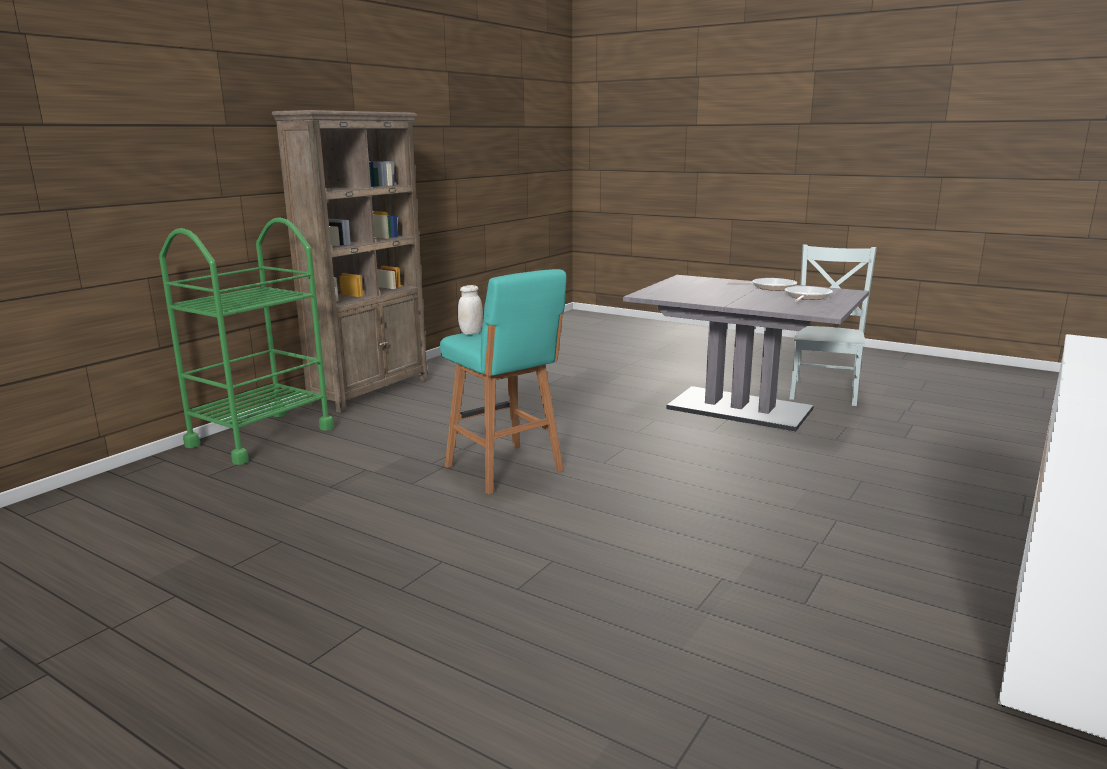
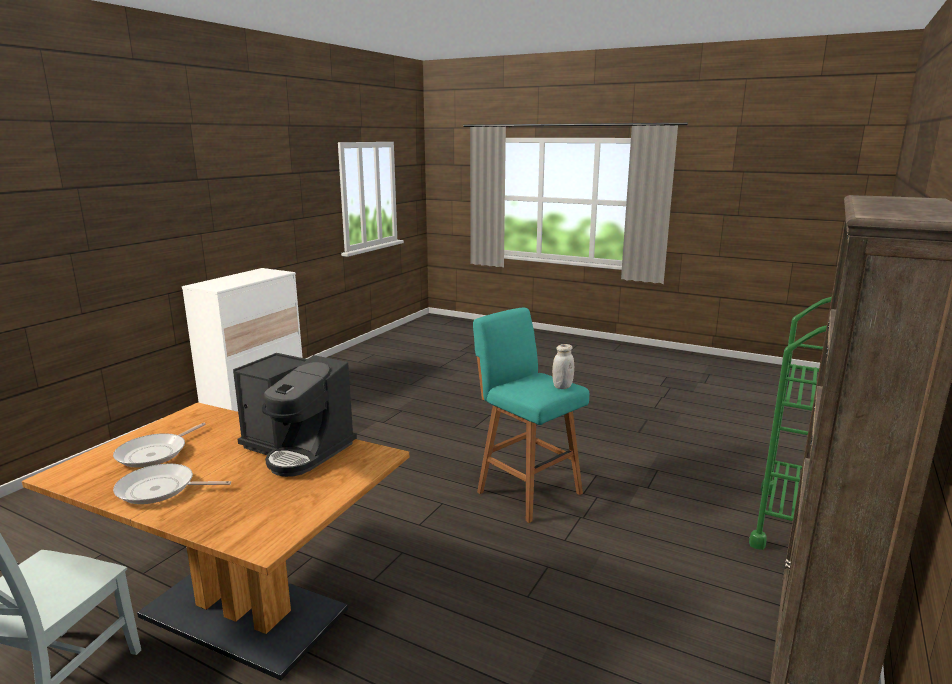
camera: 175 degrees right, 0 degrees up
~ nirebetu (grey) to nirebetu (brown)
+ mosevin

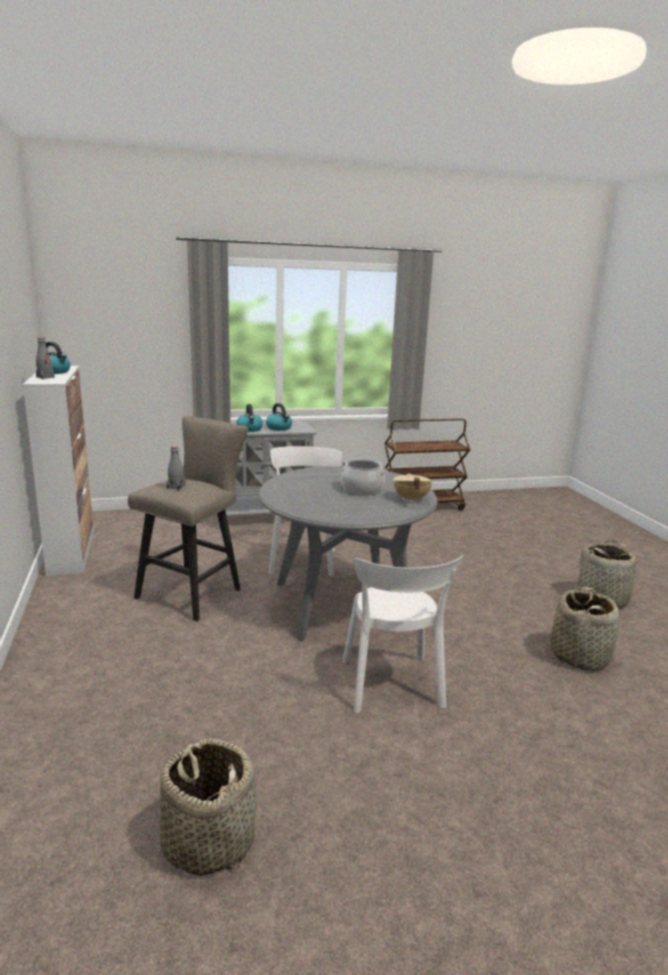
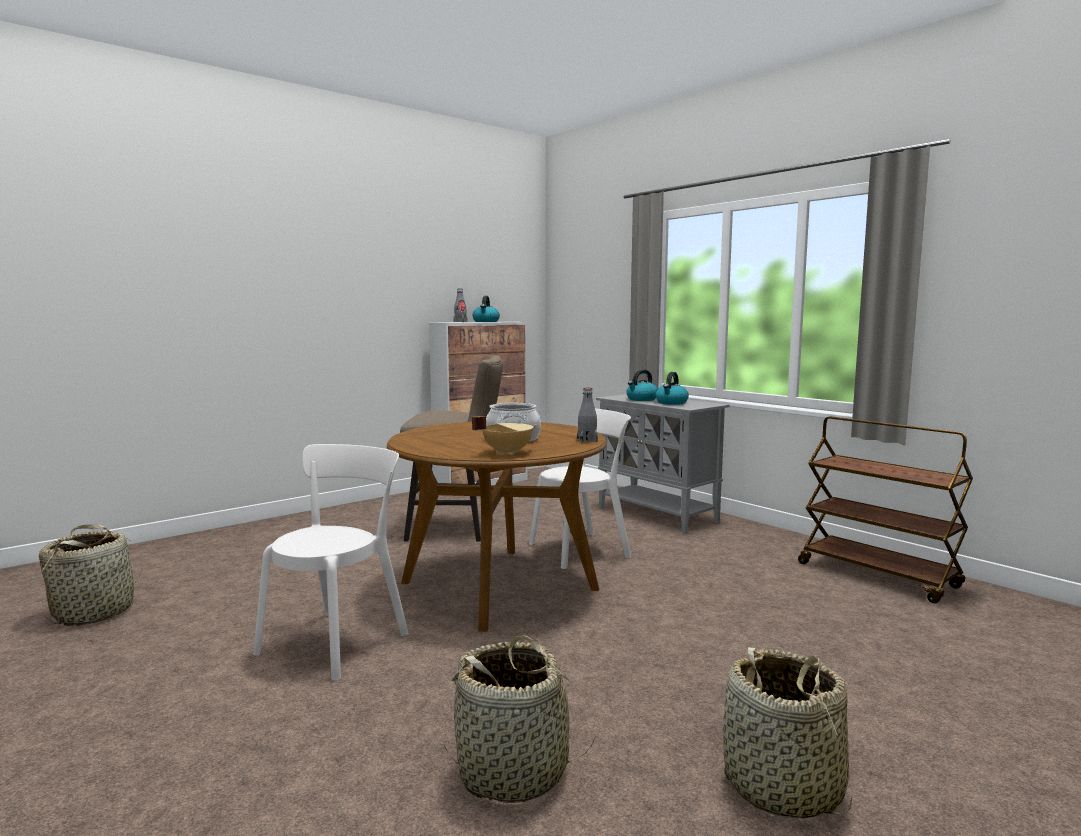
camera: 65 degrees right, 10 degrees down
~ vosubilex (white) (2nd from left in the first image) 150 degrees clockwise
~ nirebetu (grey) to nirebetu (brown)
~ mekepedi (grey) (2nd from left)

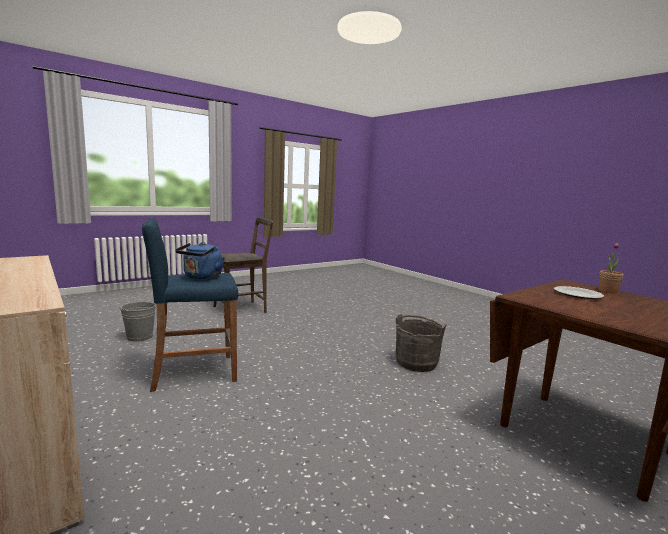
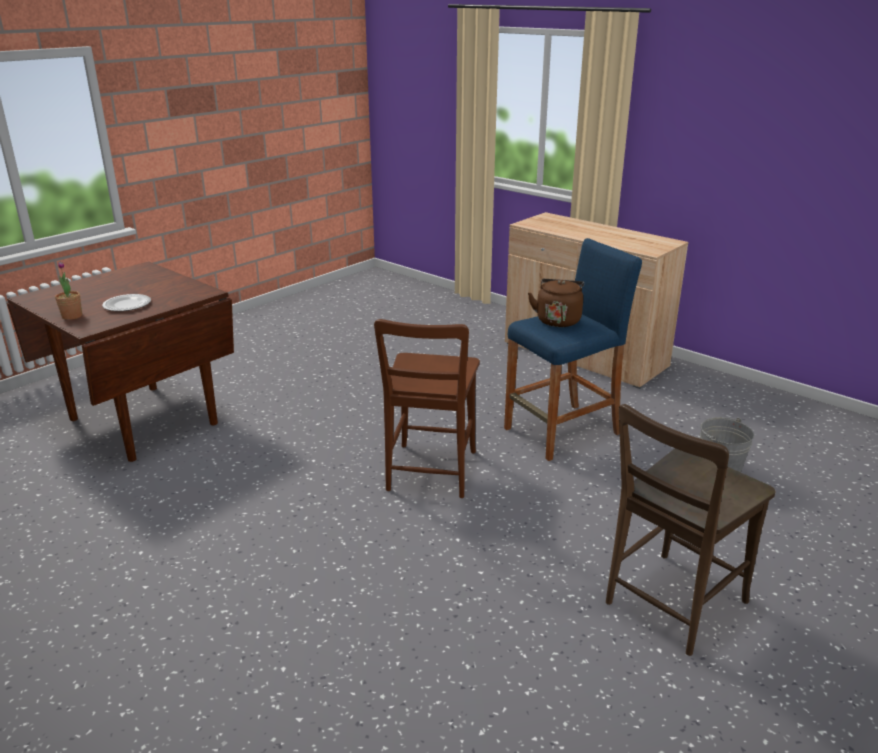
camera: 170 degrees right, 15 degrees up
+ vosubilex (brown) (1st from left)
~ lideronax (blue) to lideronax (brown)
- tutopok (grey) (2nd from left)

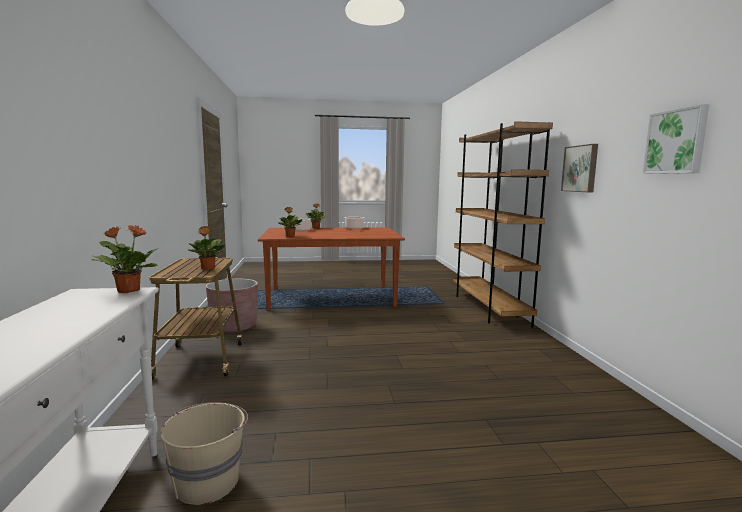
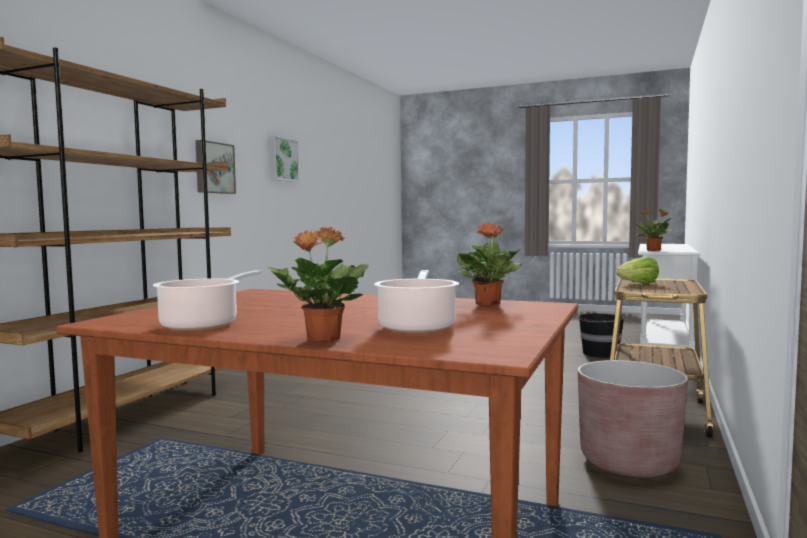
camera: 150 degrees left, 5 degrees down
~ tutopok (beige) to tutopok (black)
~ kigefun (2nd from left) to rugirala

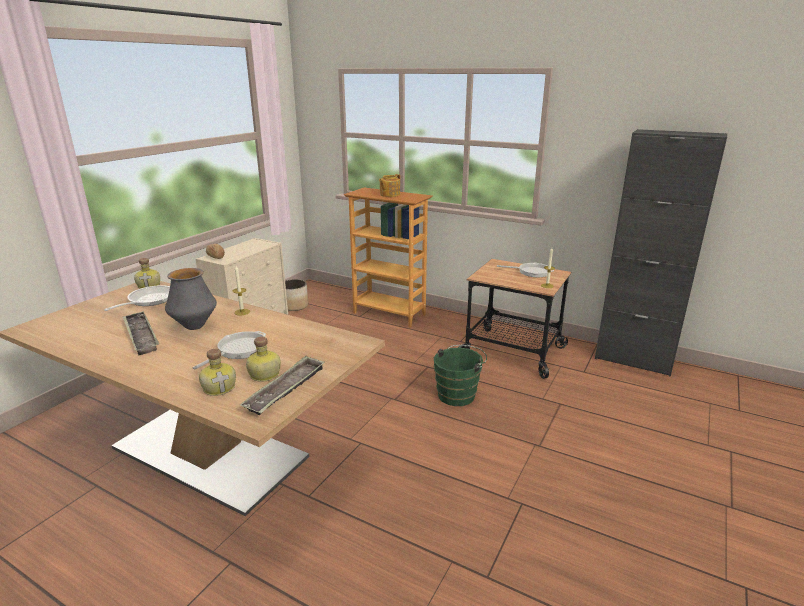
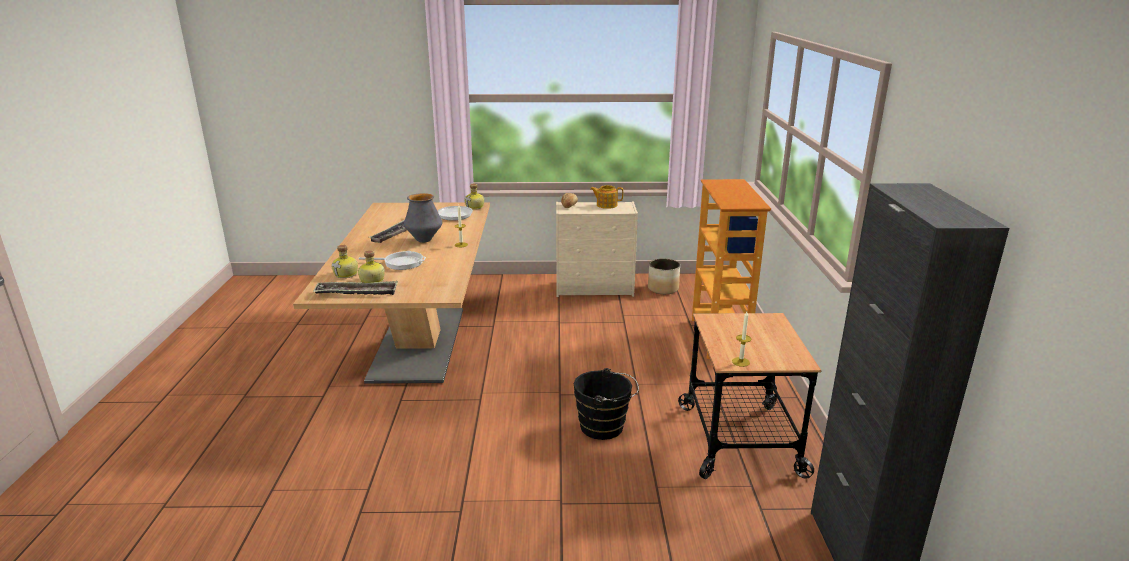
camera: 60 degrees right, 0 degrees up
~ tutopok (green) to tutopok (black)
~ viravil
- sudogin (3rd from left)

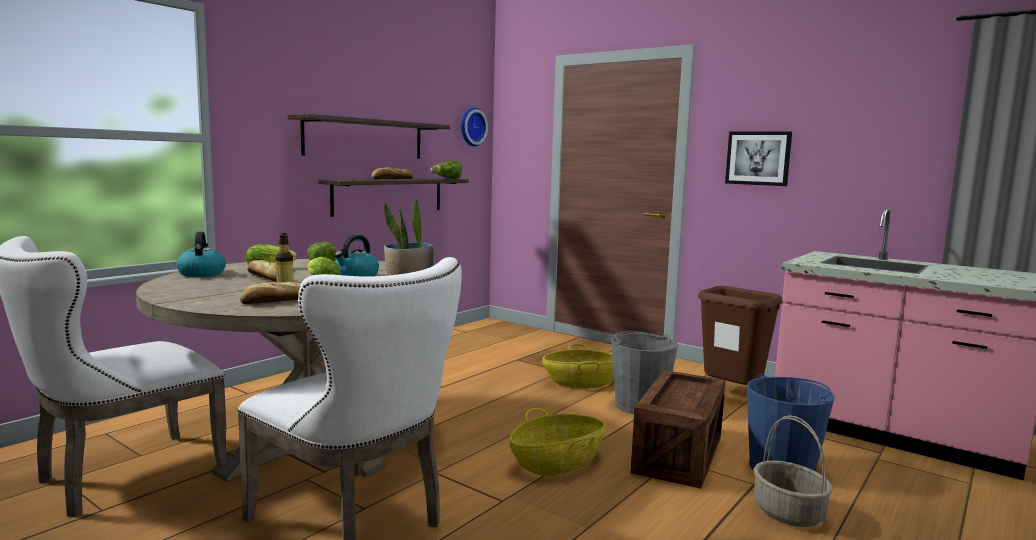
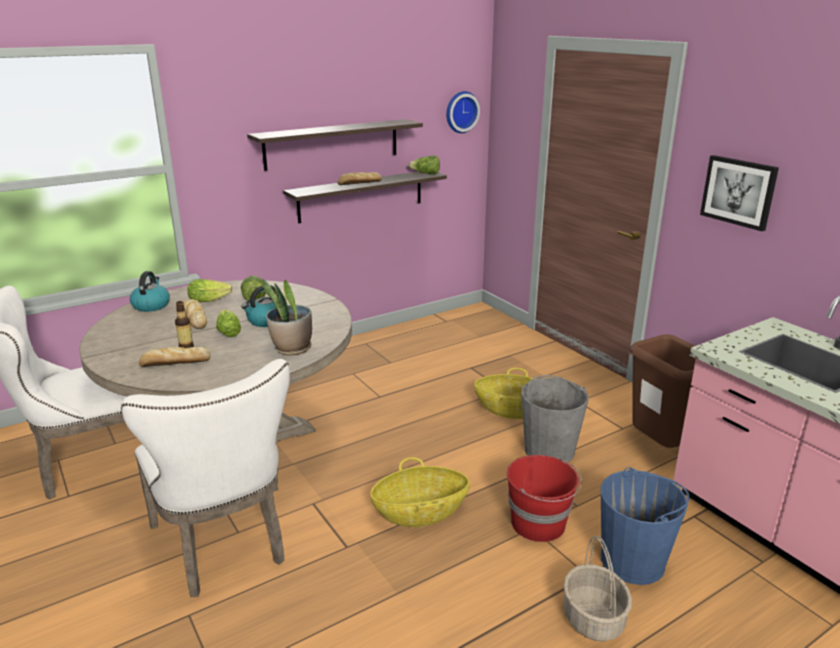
camera: 20 degrees right, 15 degrees up
~ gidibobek to tutopok (red)

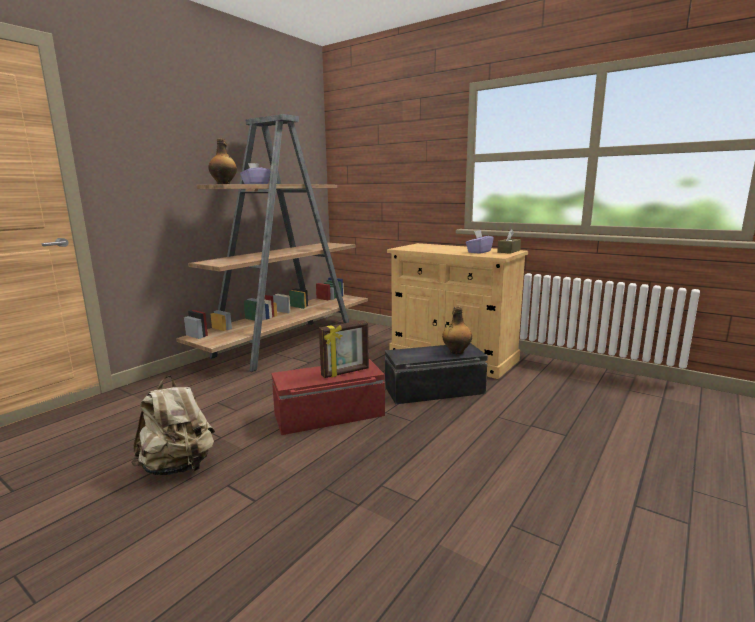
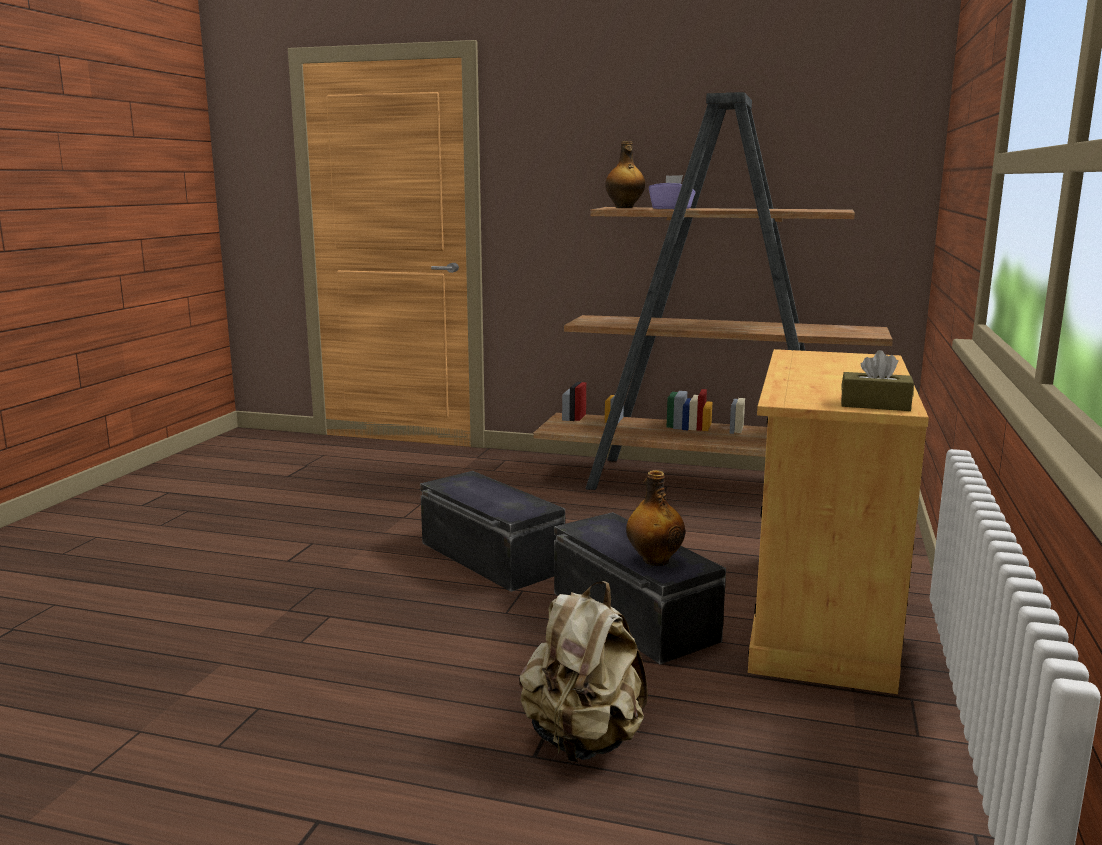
camera: 70 degrees right, 0 degrees up
~ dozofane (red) to dozofane (black) (1st from left)
~ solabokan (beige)
- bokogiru
- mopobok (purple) (2nd from left)

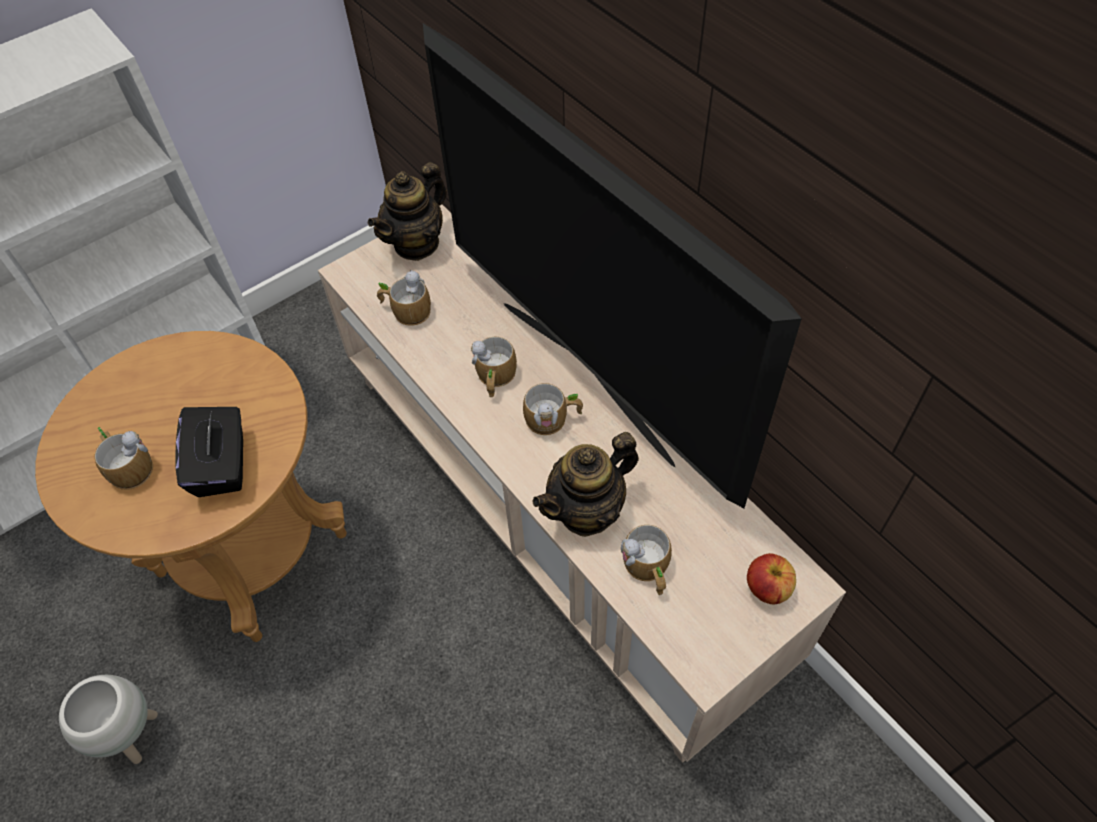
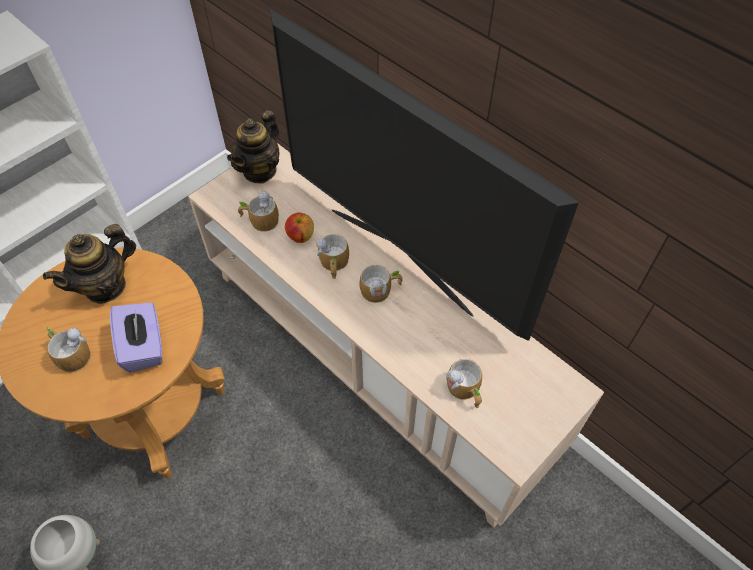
camera: 10 degrees left, 0 degrees up
~ viravil (2nd from left in the first image) to viravil (1st from left)
~ mopobok (black) to mopobok (purple)
~ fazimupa

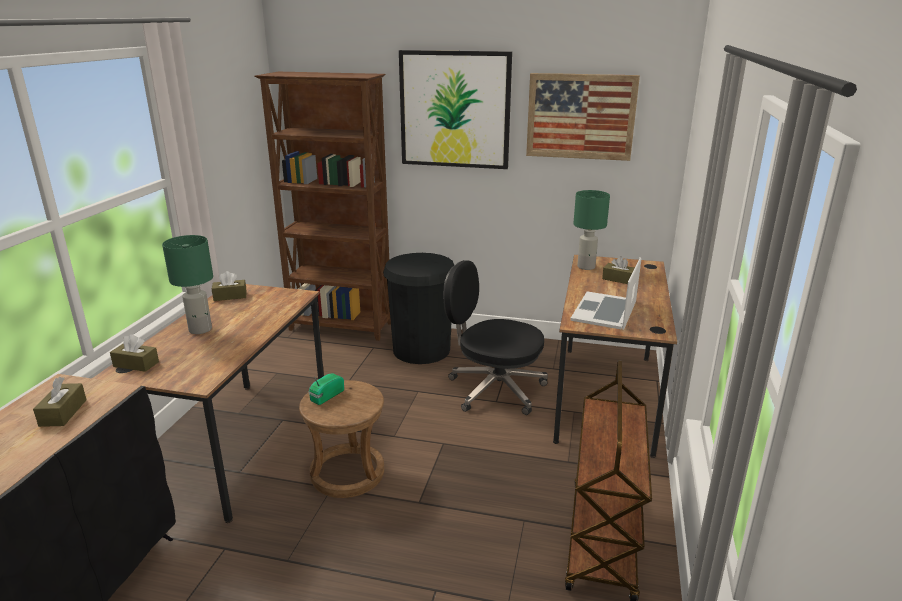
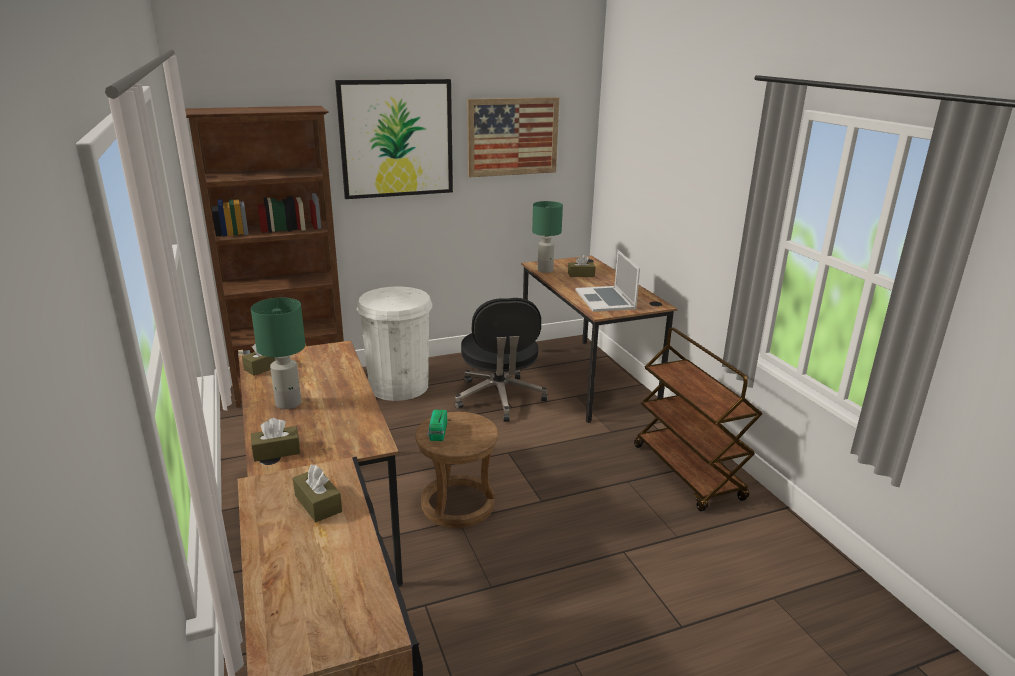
camera: 35 degrees left, 0 degrees up
~ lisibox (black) to lisibox (white)
~ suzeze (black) 90 degrees counterclockwise

